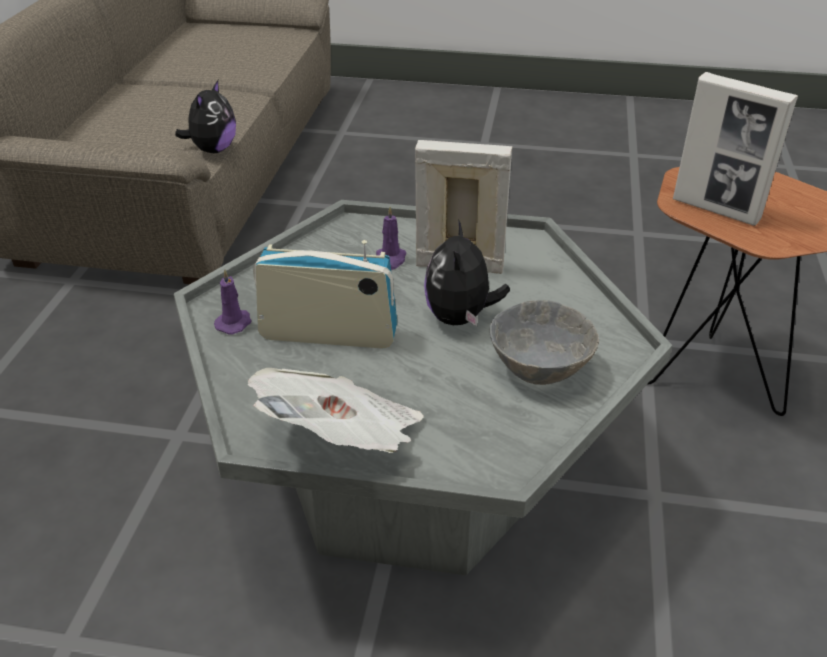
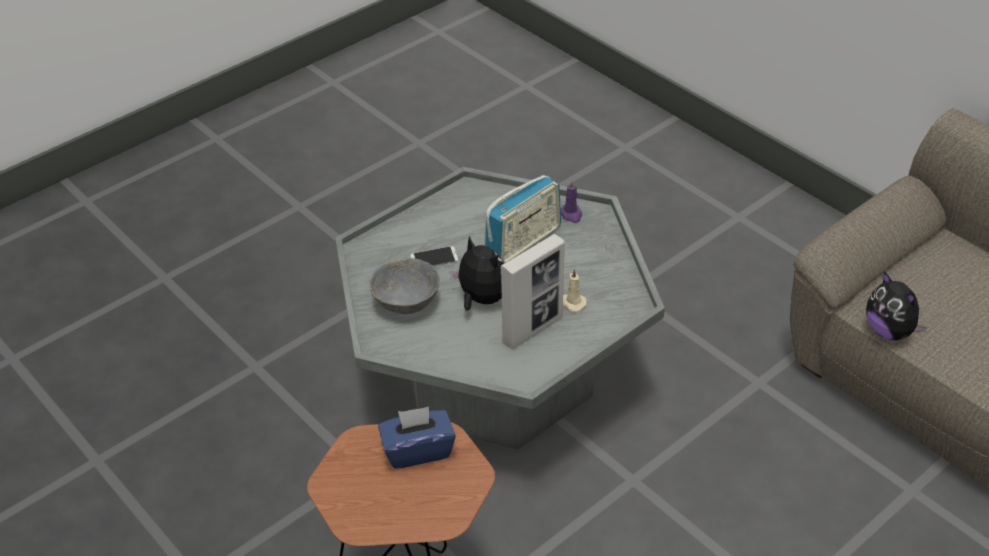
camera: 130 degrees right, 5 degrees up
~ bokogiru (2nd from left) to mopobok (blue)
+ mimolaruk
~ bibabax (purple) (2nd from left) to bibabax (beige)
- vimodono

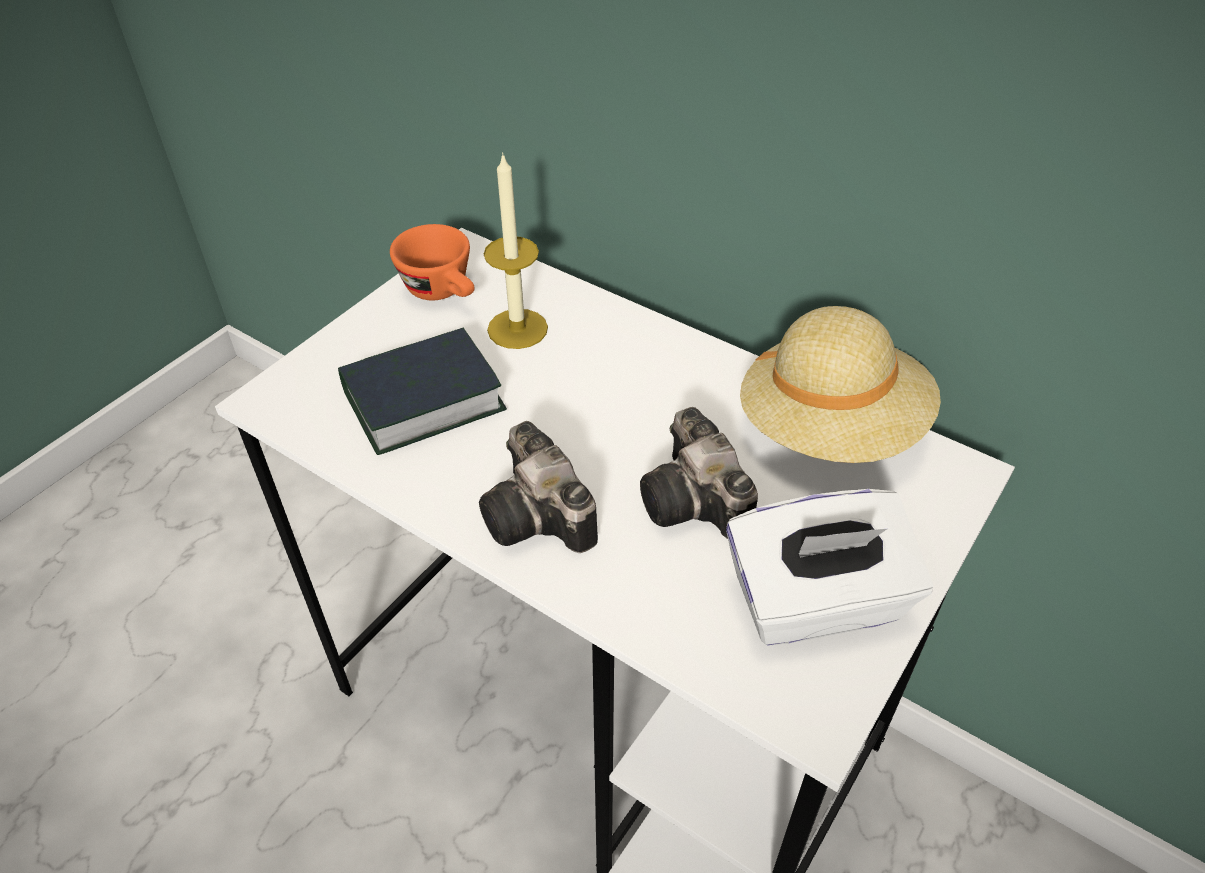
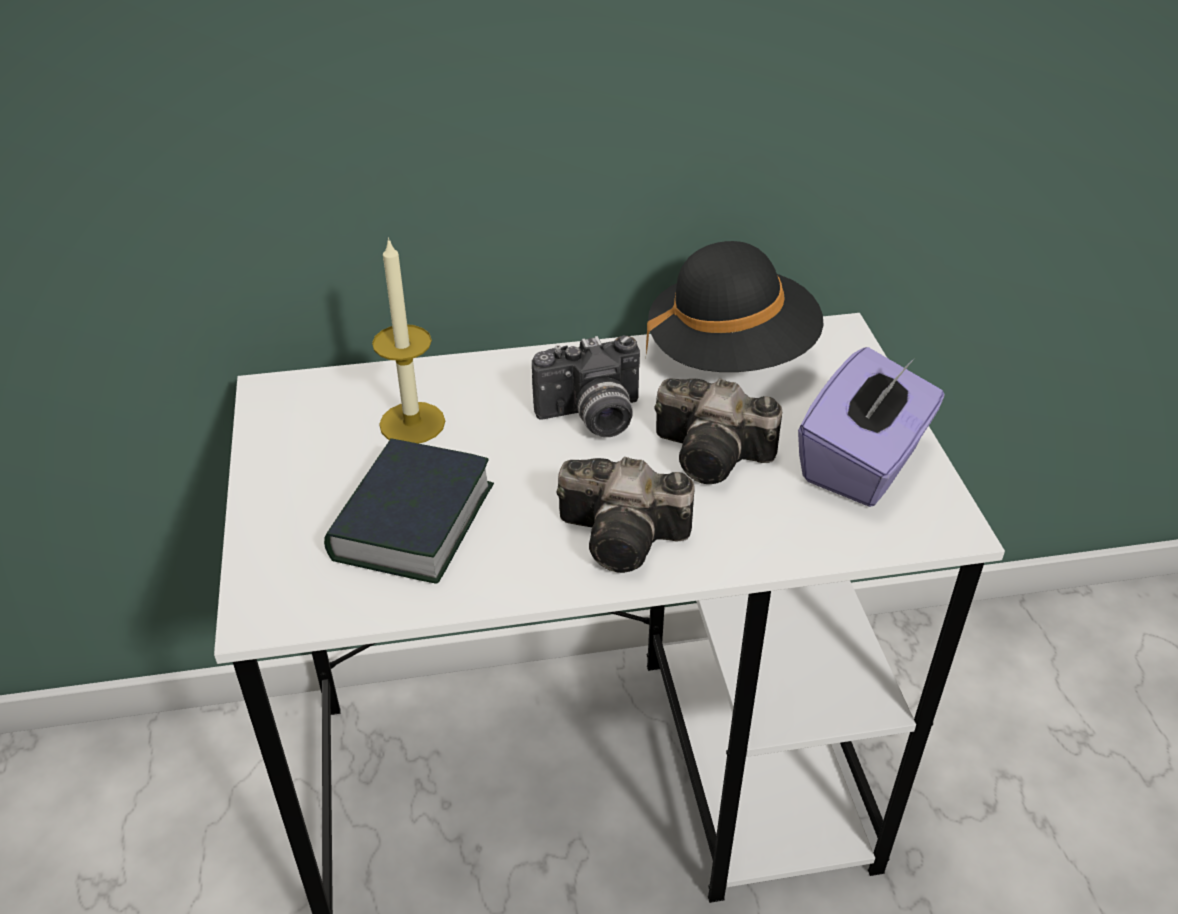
camera: 45 degrees left, 5 degrees down
+ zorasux (1st from left)
~ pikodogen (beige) to pikodogen (black)
~ mopobok (white) to mopobok (purple)
- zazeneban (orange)

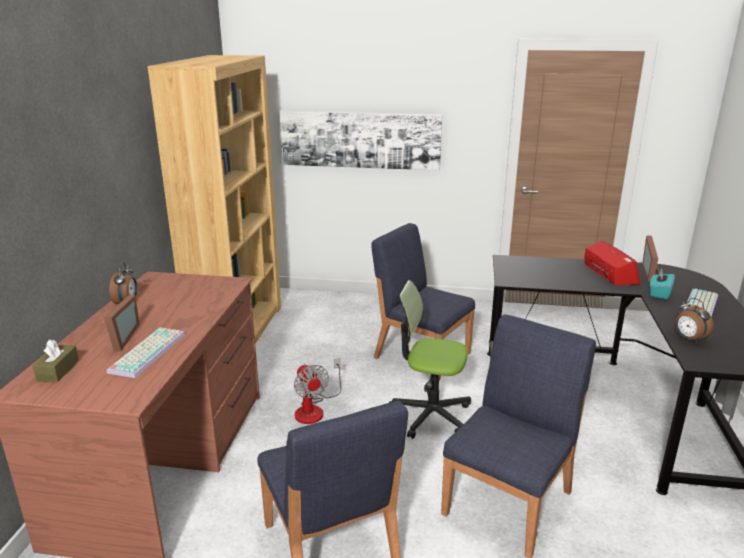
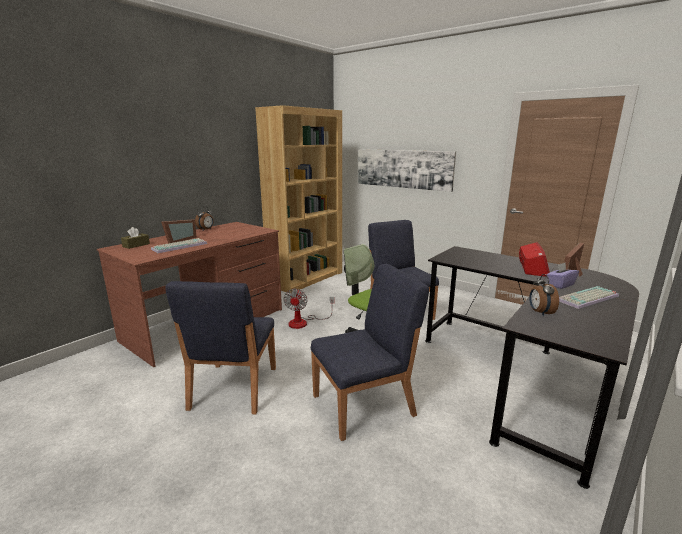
camera: 30 degrees right, 5 degrees down
~ mopobok (turquoise) to mopobok (purple)

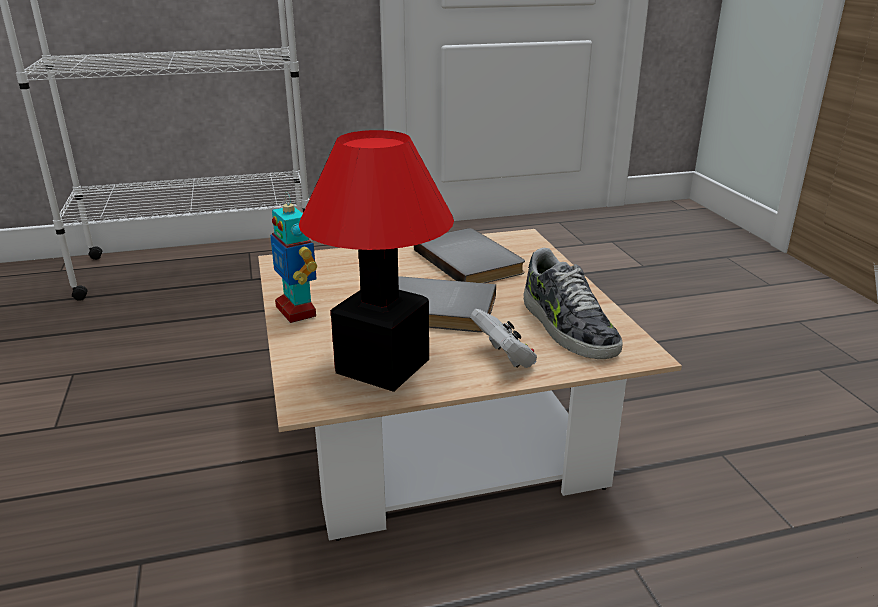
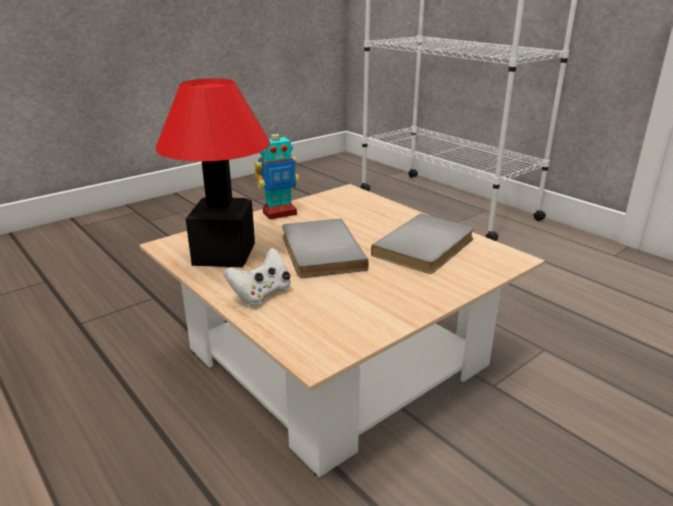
camera: 65 degrees right, 0 degrees up
~ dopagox 150 degrees counterclockwise
- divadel

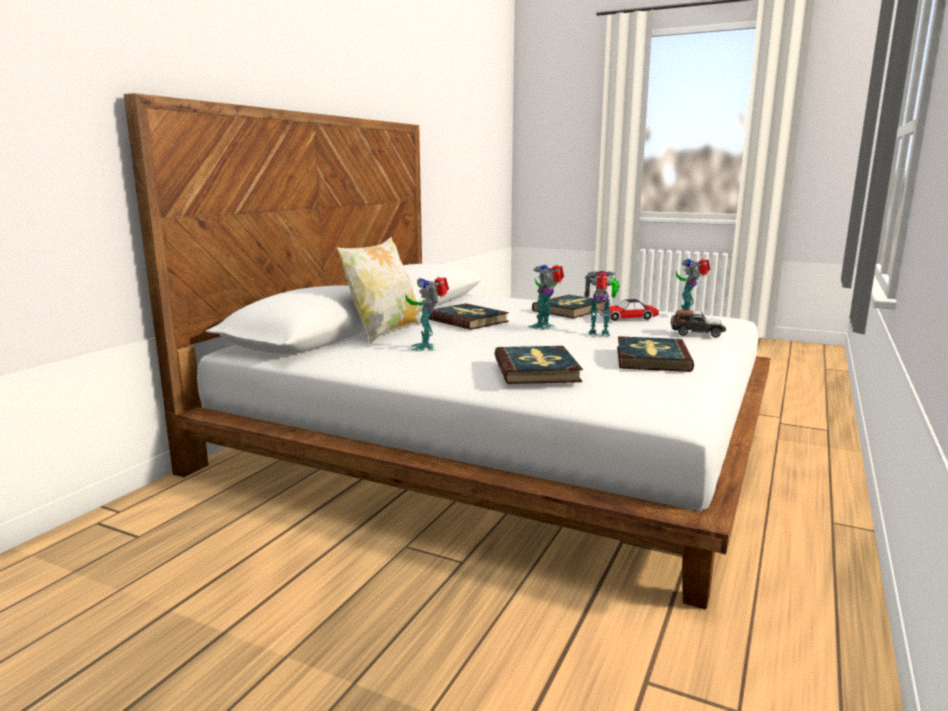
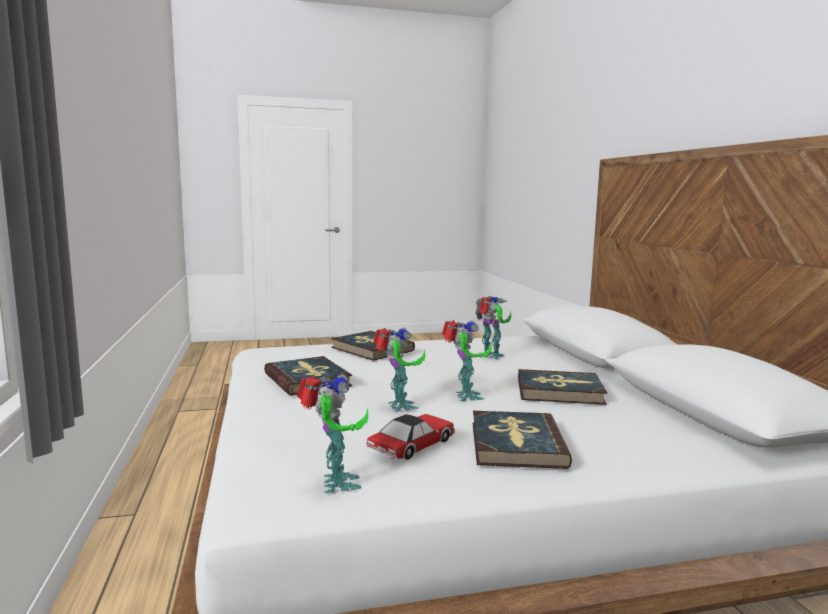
camera: 140 degrees right, 5 degrees down
~ dopagox (3rd from left in the first image) 75 degrees counterclockwise
- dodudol
- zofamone (2nd from left)

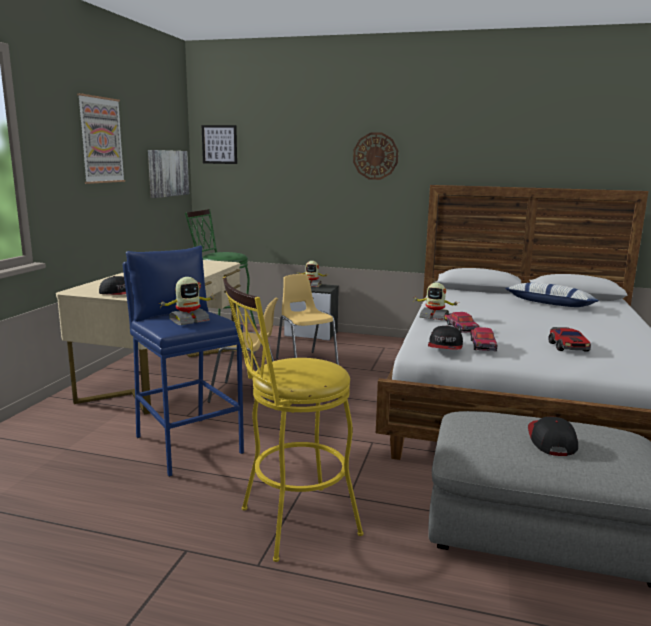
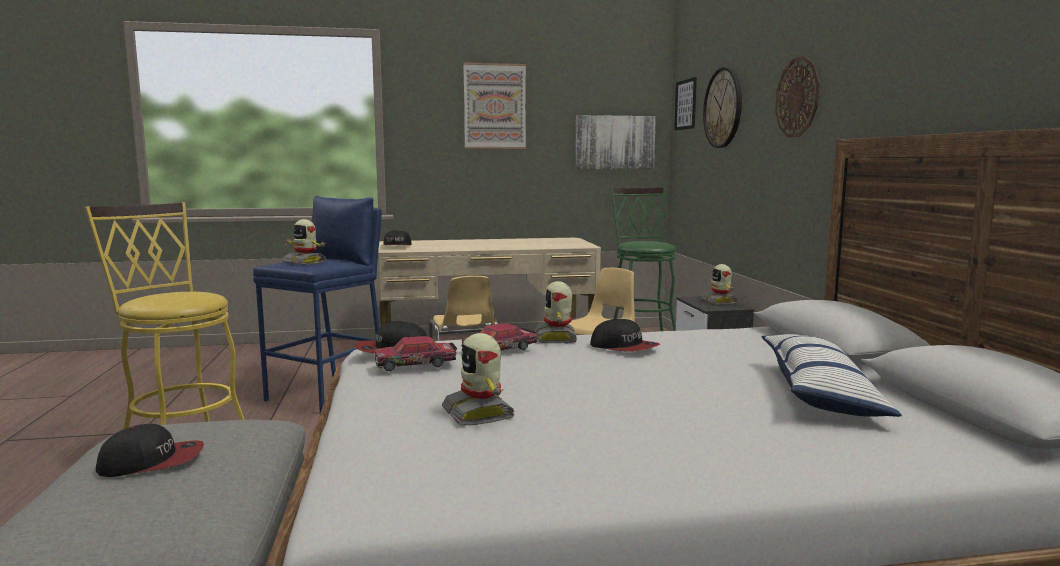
camera: 65 degrees right, 5 degrees down
~ zofamone (3rd from left) to dopagox (2nd from left)
+ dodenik (4th from left)
+ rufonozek (1st from left)

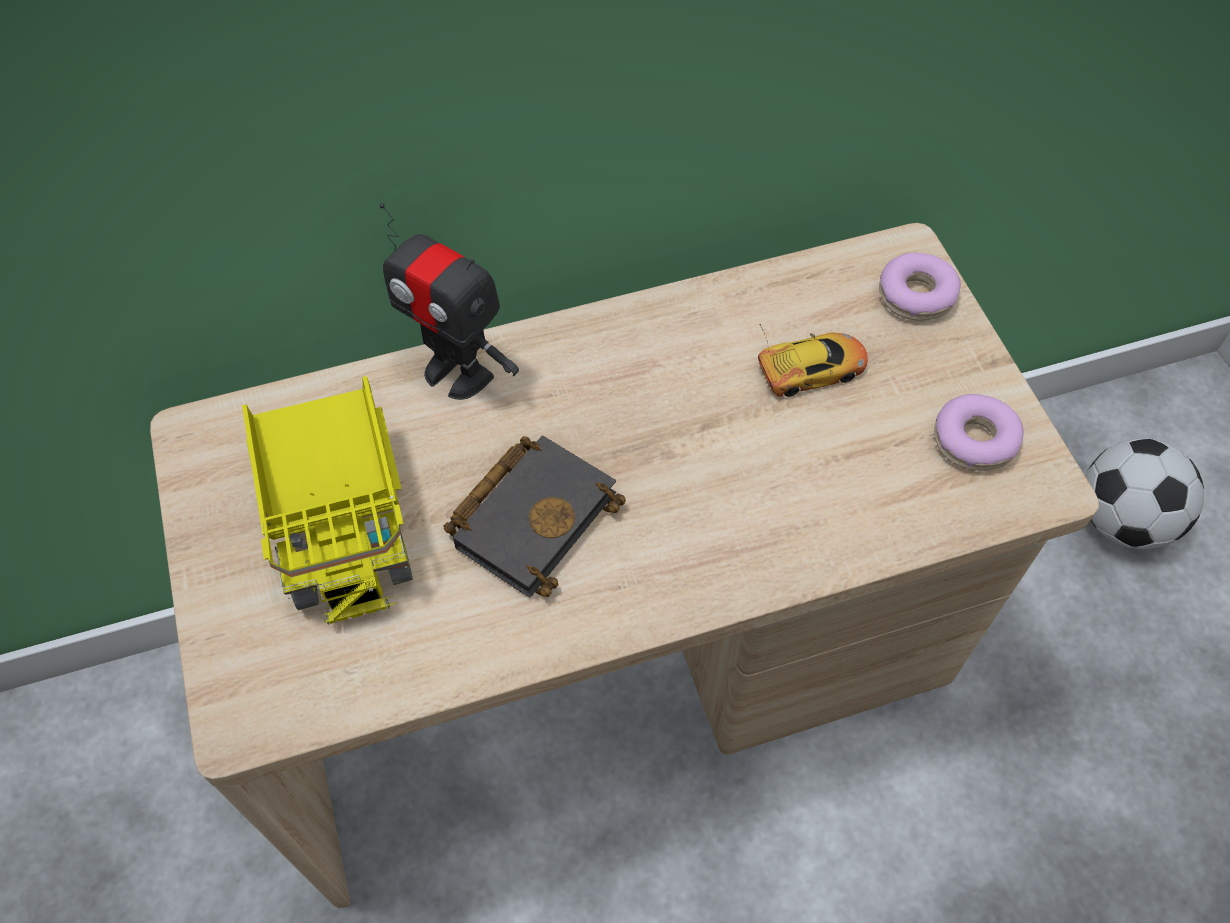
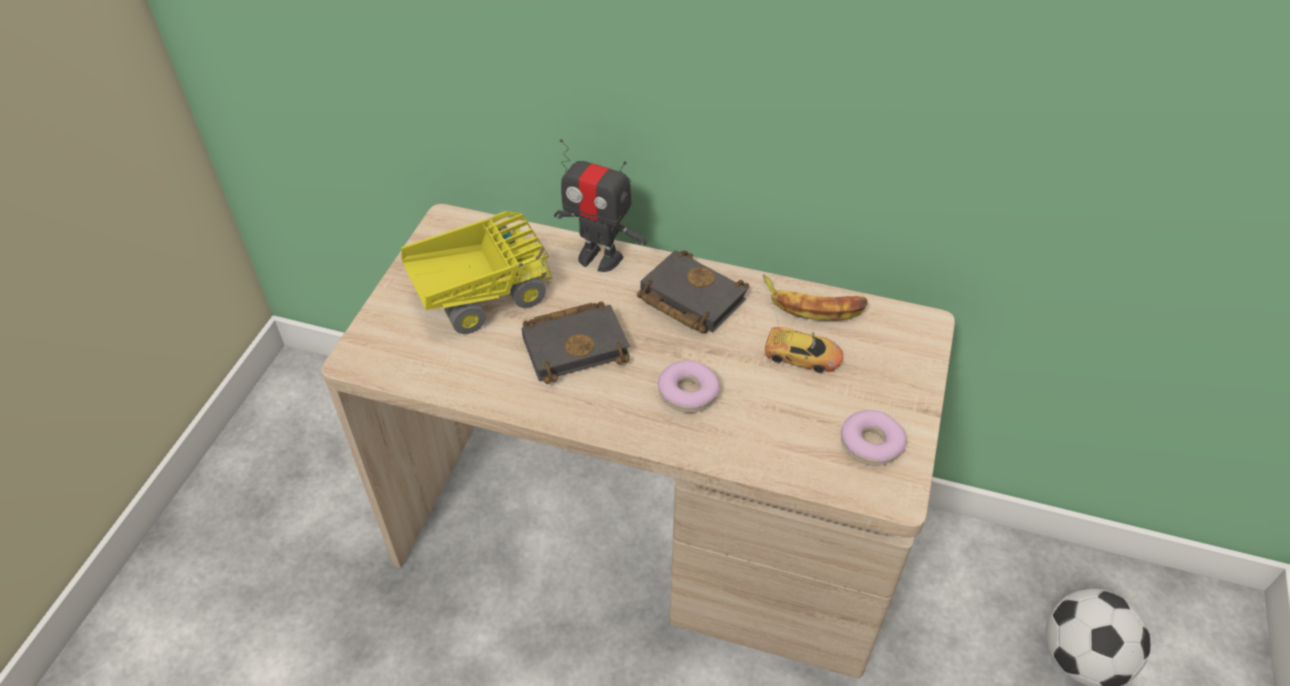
camera: 35 degrees right, 10 degrees down
~ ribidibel 135 degrees counterclockwise
~ dopagox 45 degrees counterclockwise
+ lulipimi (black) (2nd from left)
~ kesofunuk (1st from left)
+ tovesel

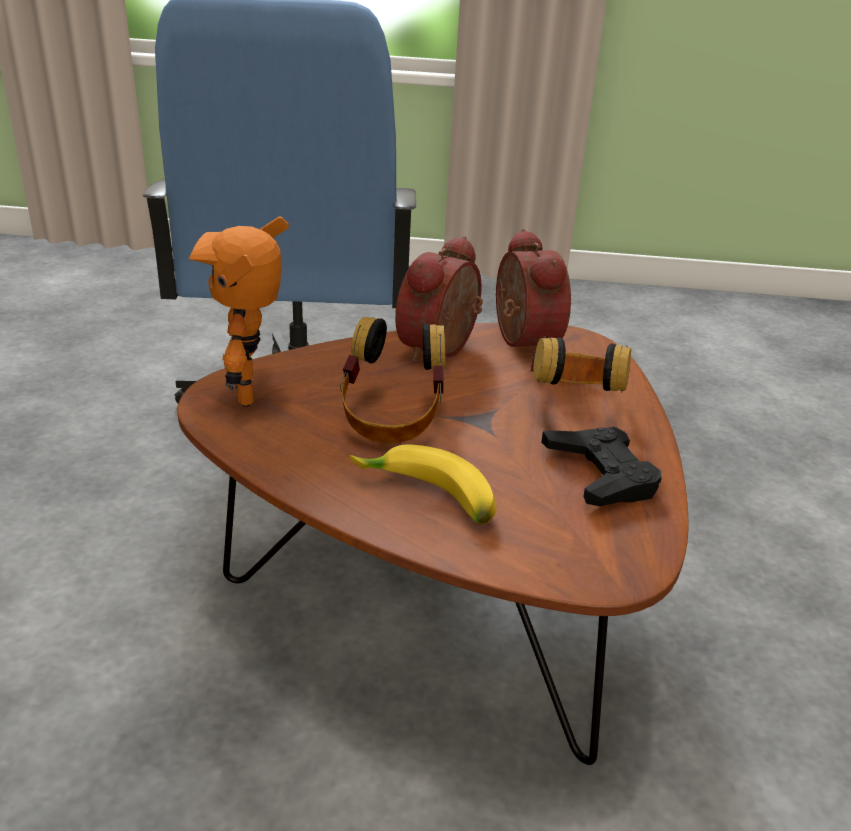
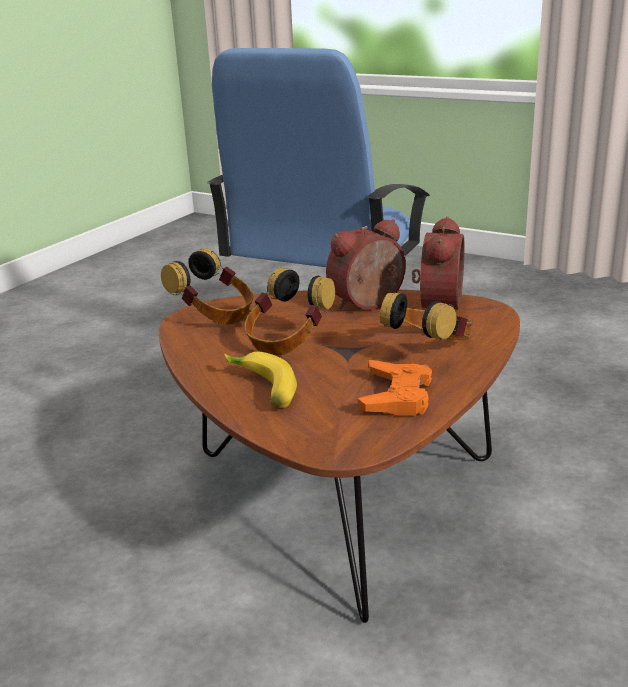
camera: 30 degrees right, 5 degrees down
~ dopagox to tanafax (1st from left)
~ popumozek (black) to popumozek (orange)

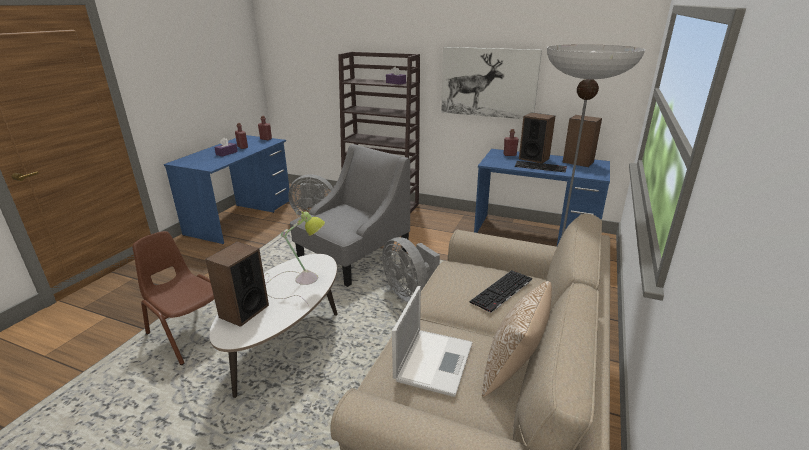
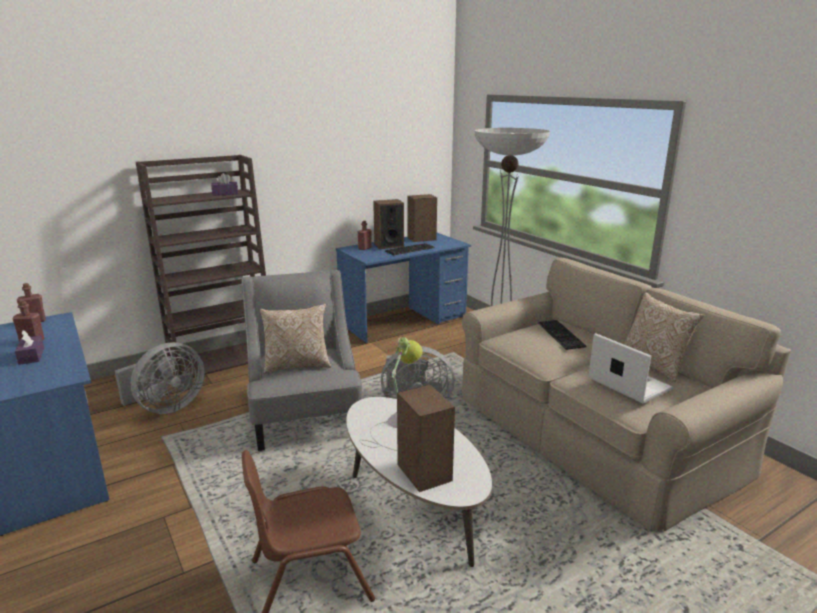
camera: 55 degrees left, 5 degrees down
+ dodudol (1st from left)
- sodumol

